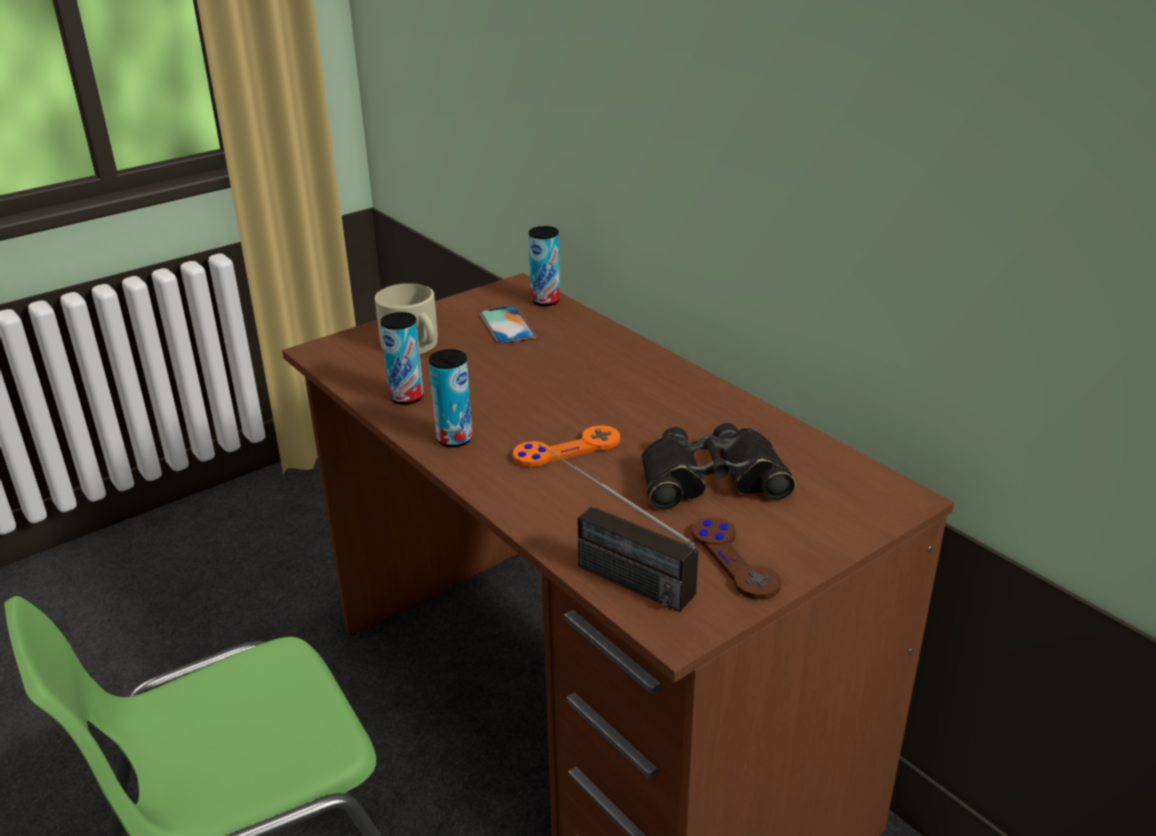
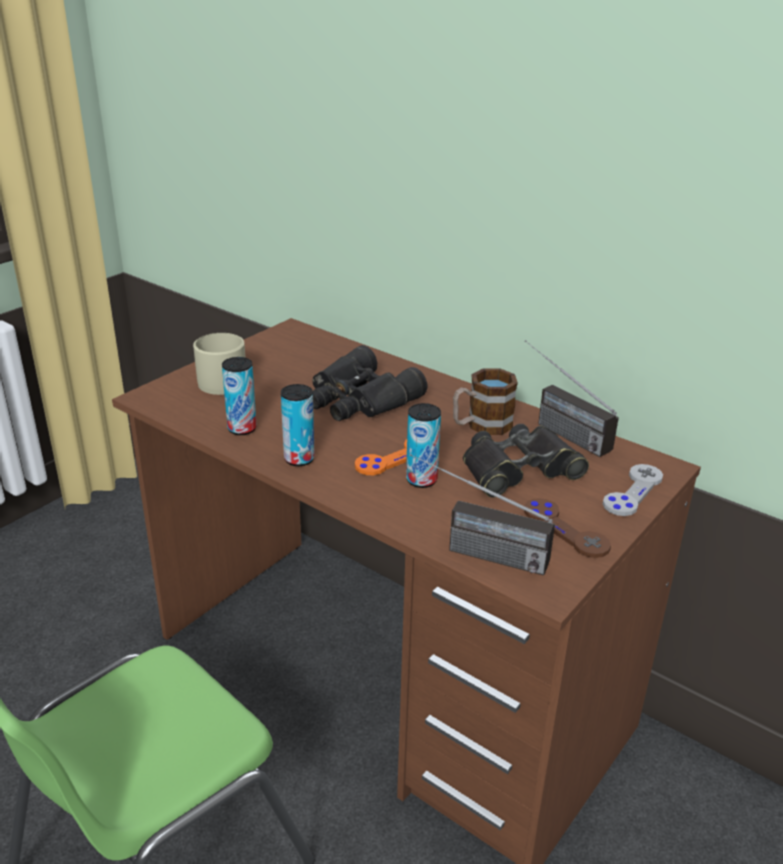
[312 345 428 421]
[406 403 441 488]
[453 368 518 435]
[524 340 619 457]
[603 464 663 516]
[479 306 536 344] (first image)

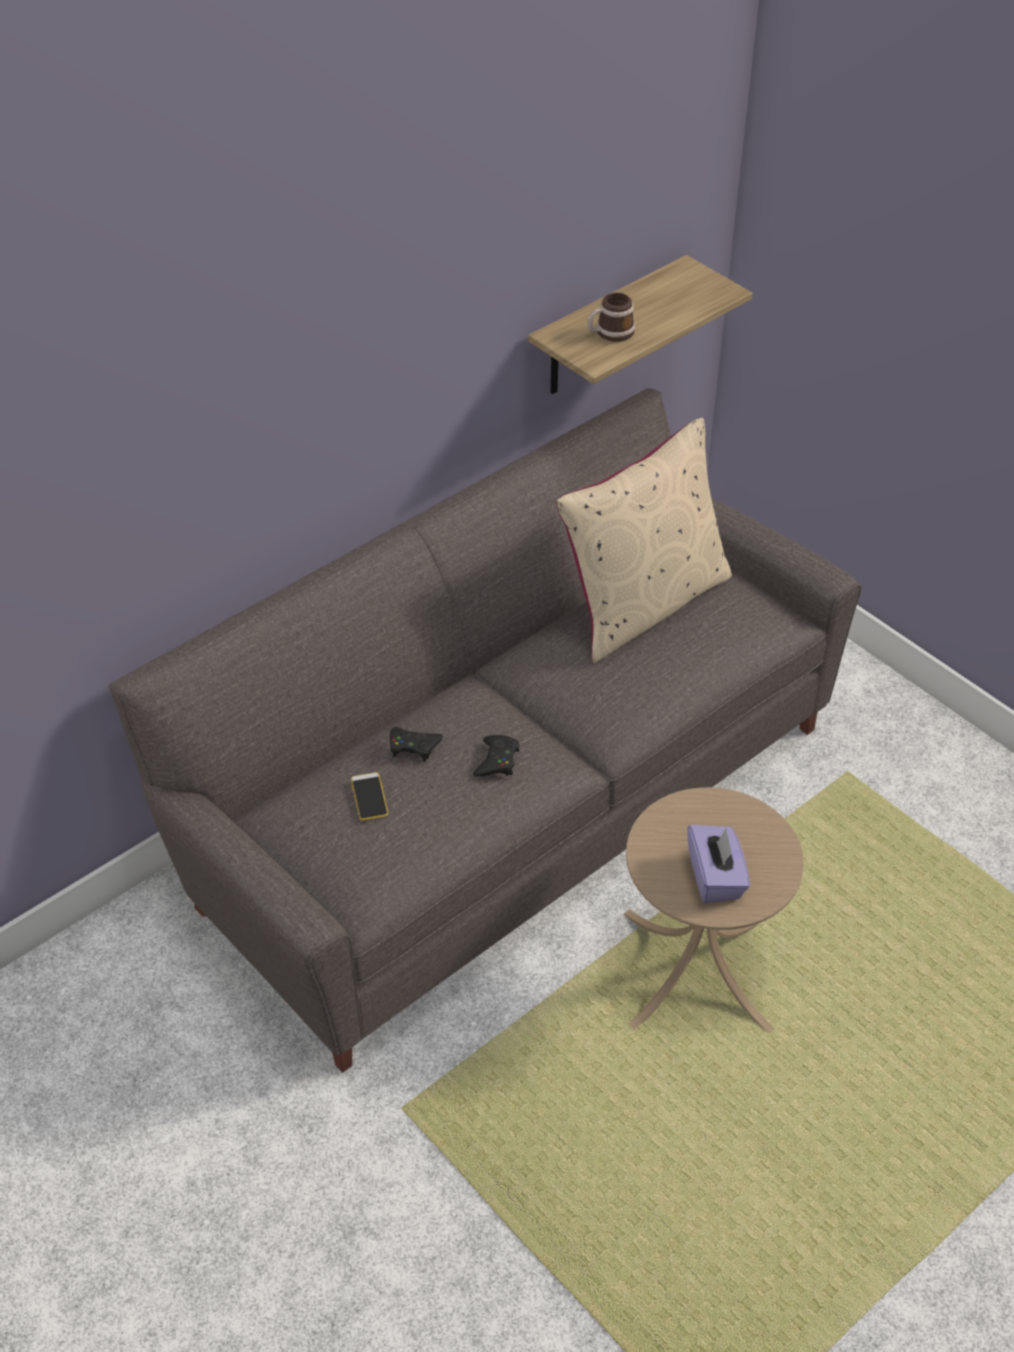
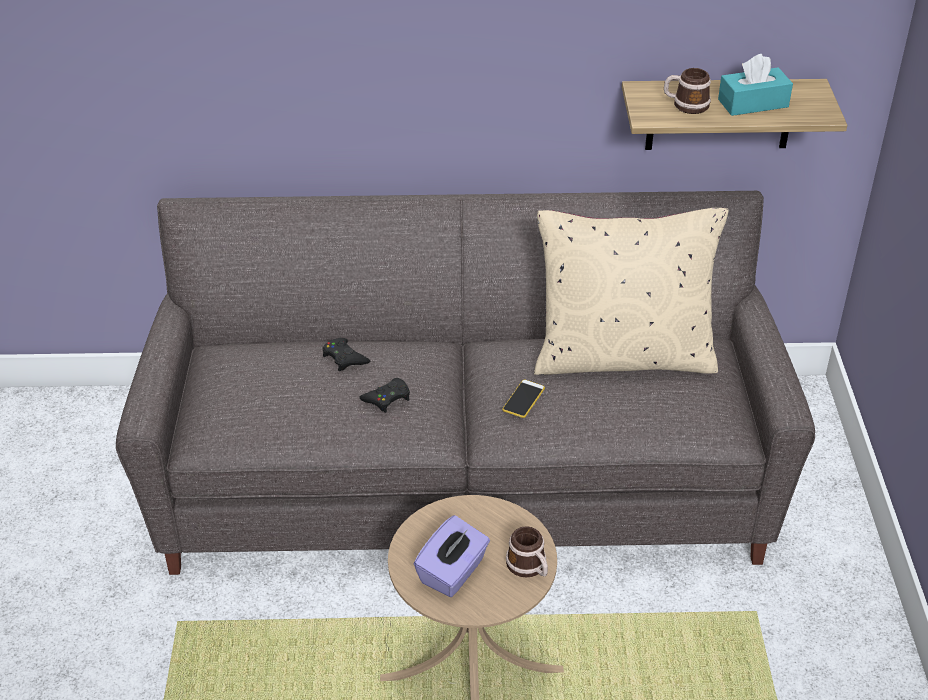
[502 379 545 418]
[506 526 548 578]
[718 54 793 116]

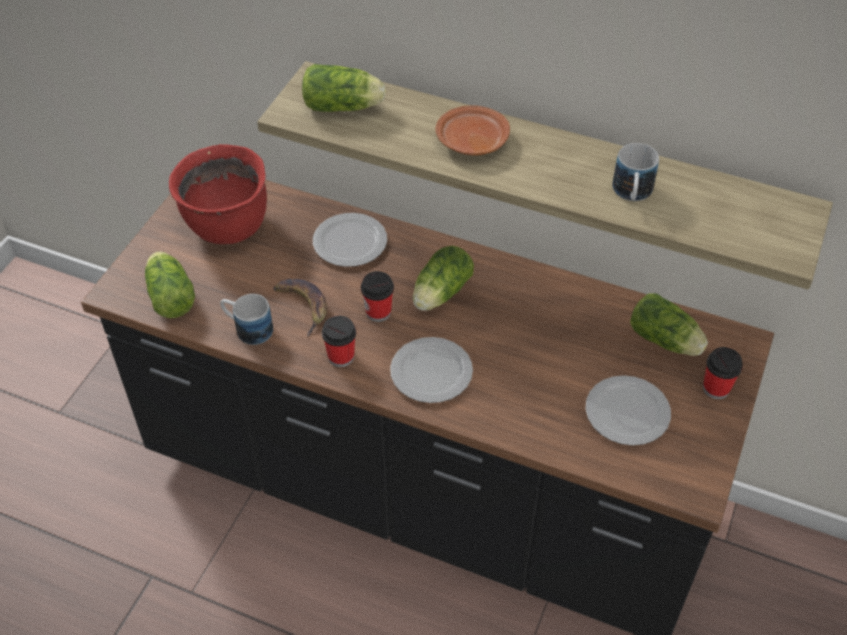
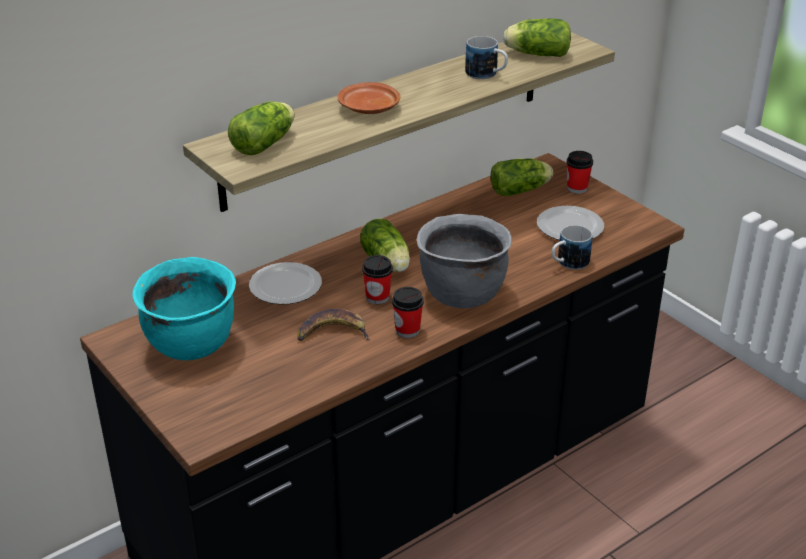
[133 257 236 360]
[417 214 512 308]
[503 18 571 57]
[552 225 593 270]

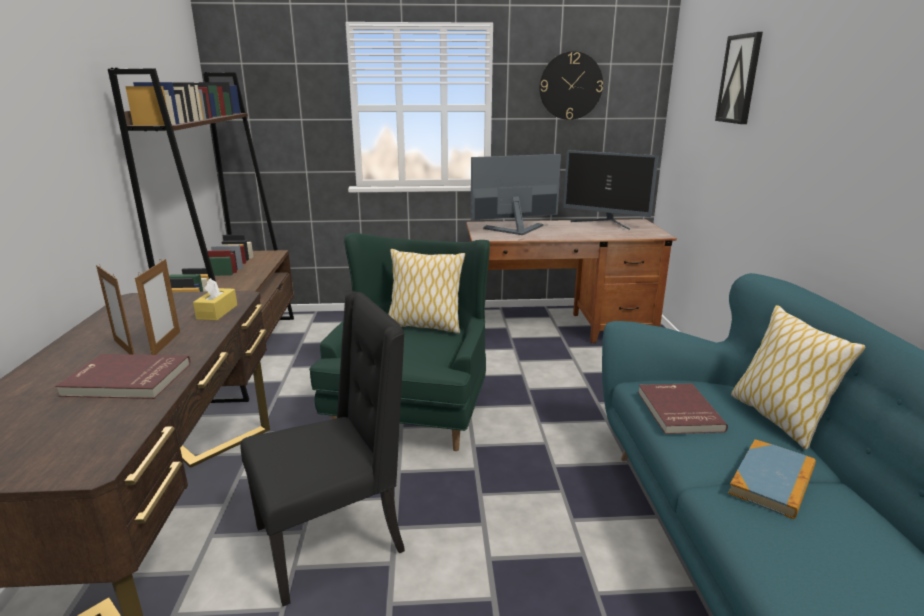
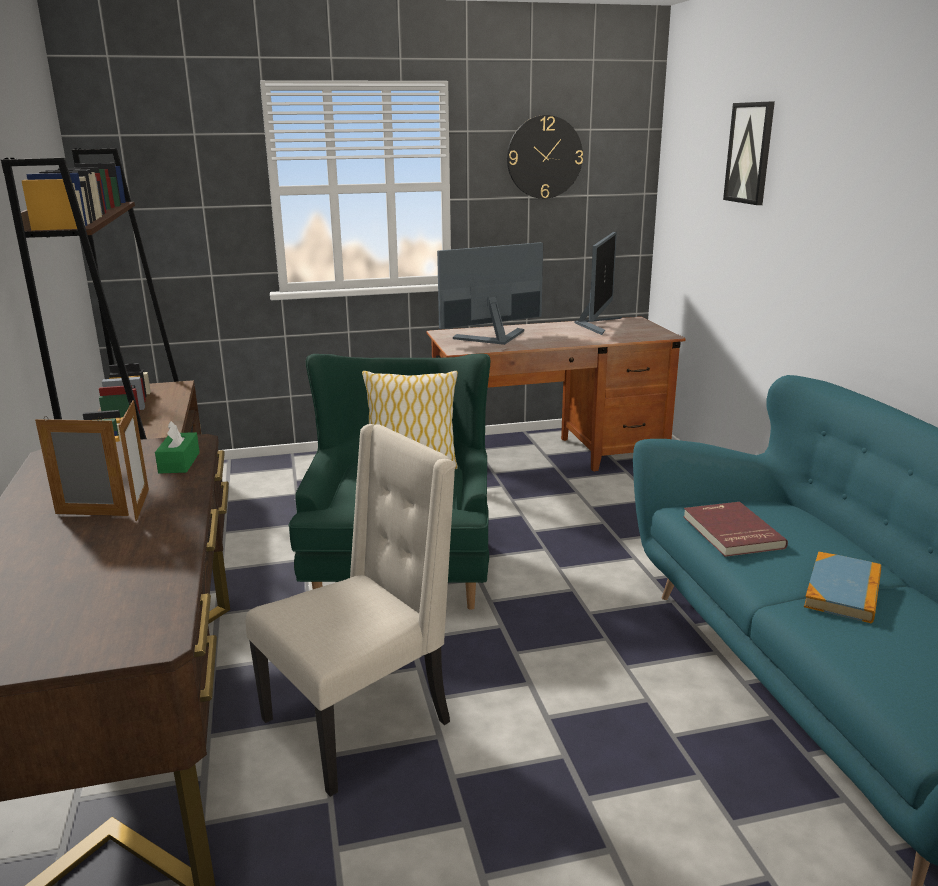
[35 416 129 516]
[155 421 200 473]
[246 424 455 797]
[575 232 622 335]
[55 354 191 399] (first image)
[731 305 865 449] (first image)

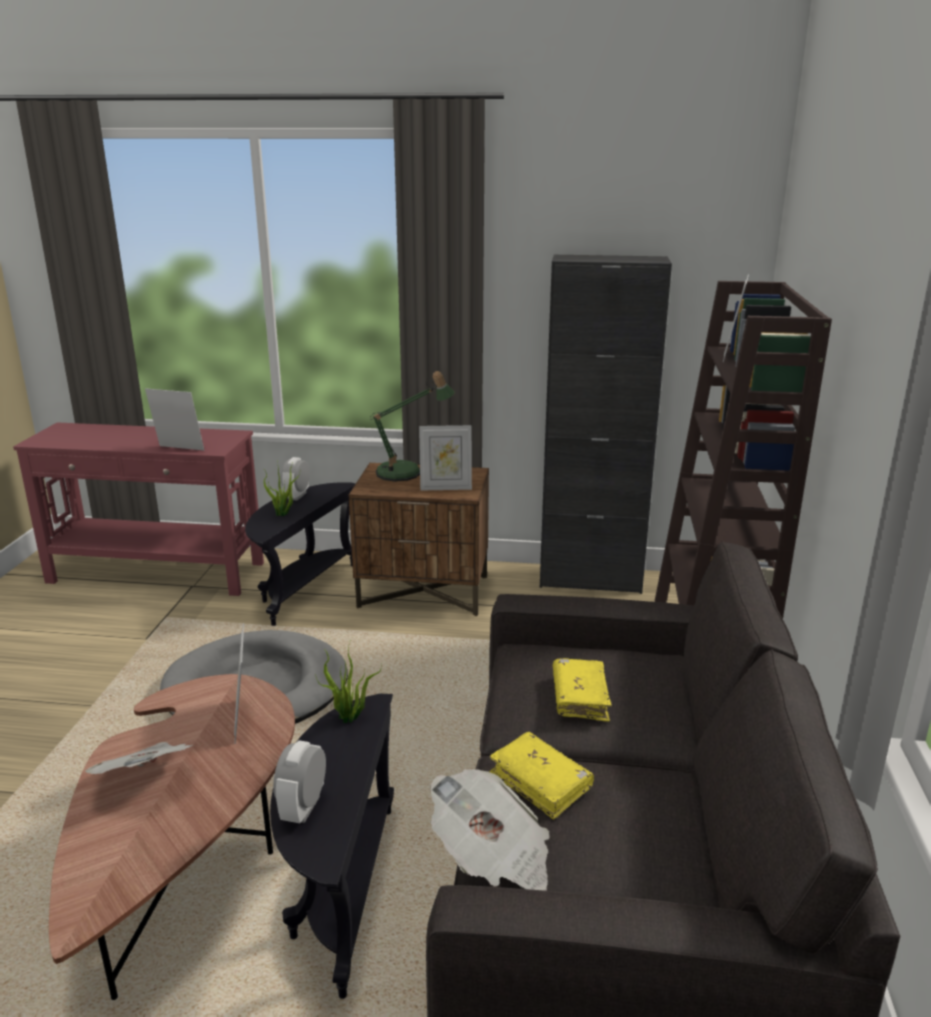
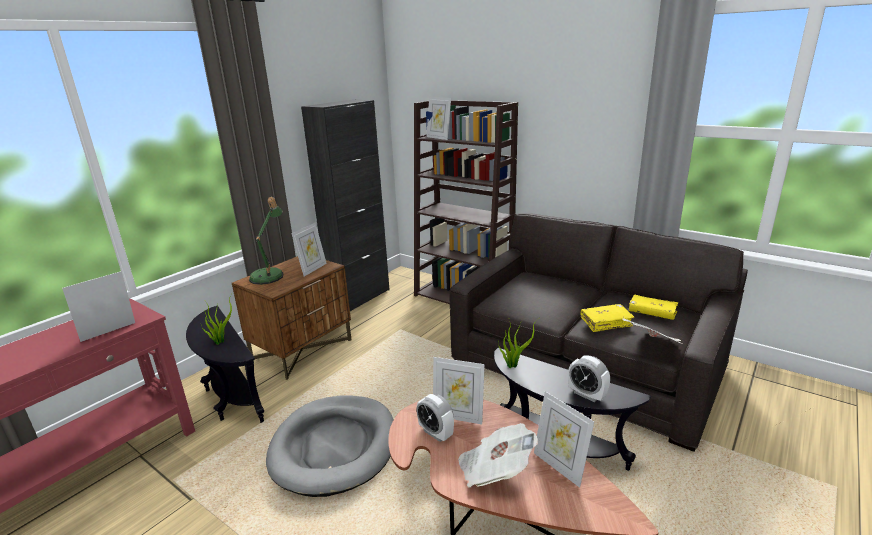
[417 394 454 442]
[534 391 594 488]
[629 295 678 320]

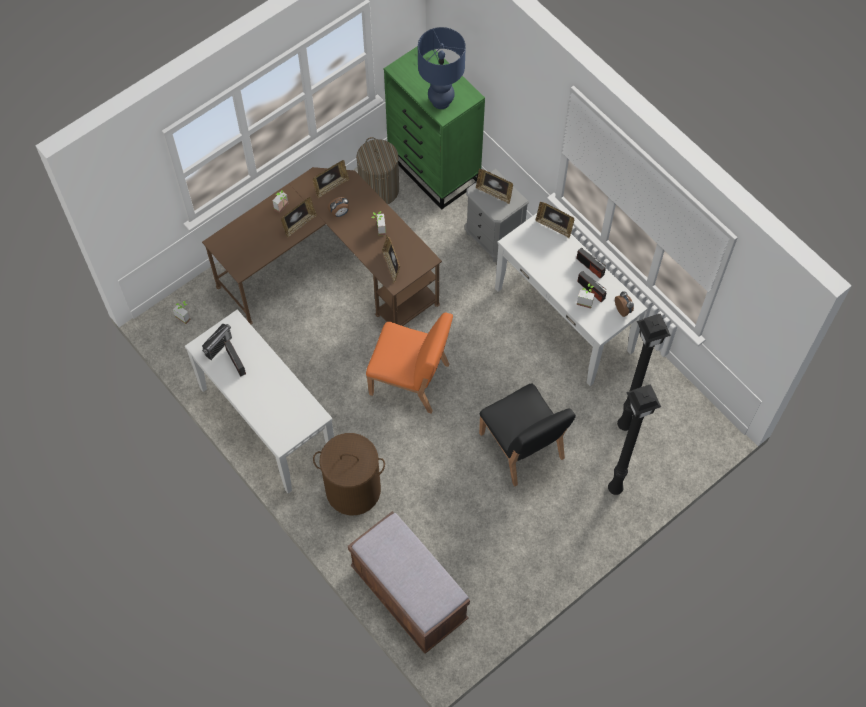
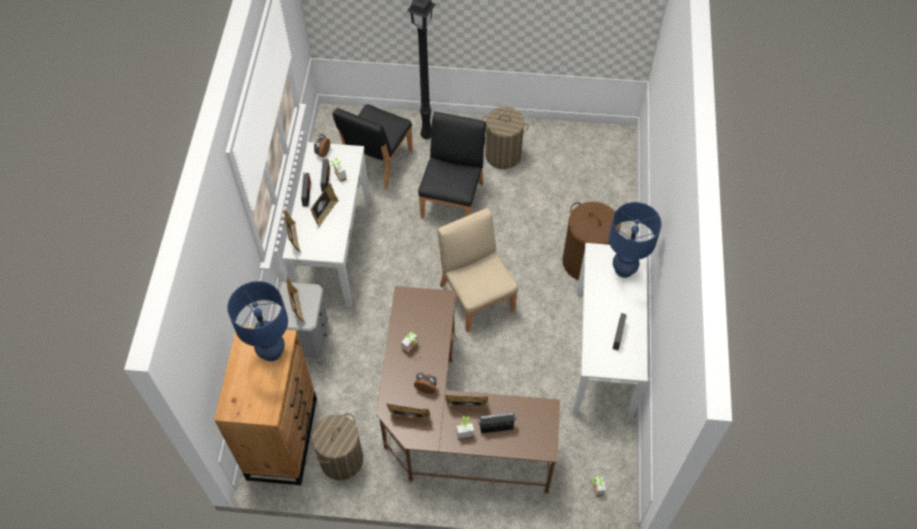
[214 326 317 485]
[310 183 339 227]
[333 104 413 190]
[437 208 518 333]
[478 412 517 433]
[482 107 529 169]
[609 202 662 278]
[348 511 470 654] (first image)

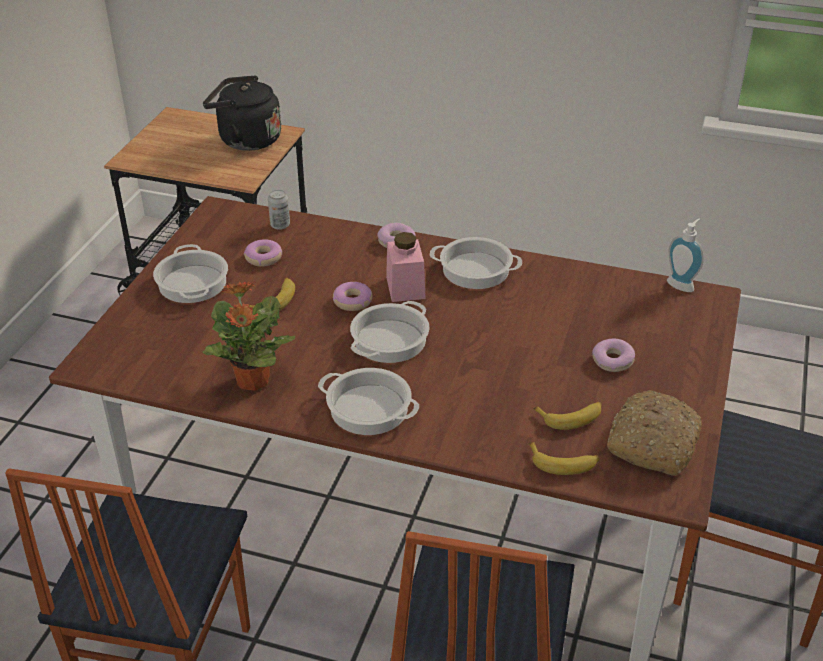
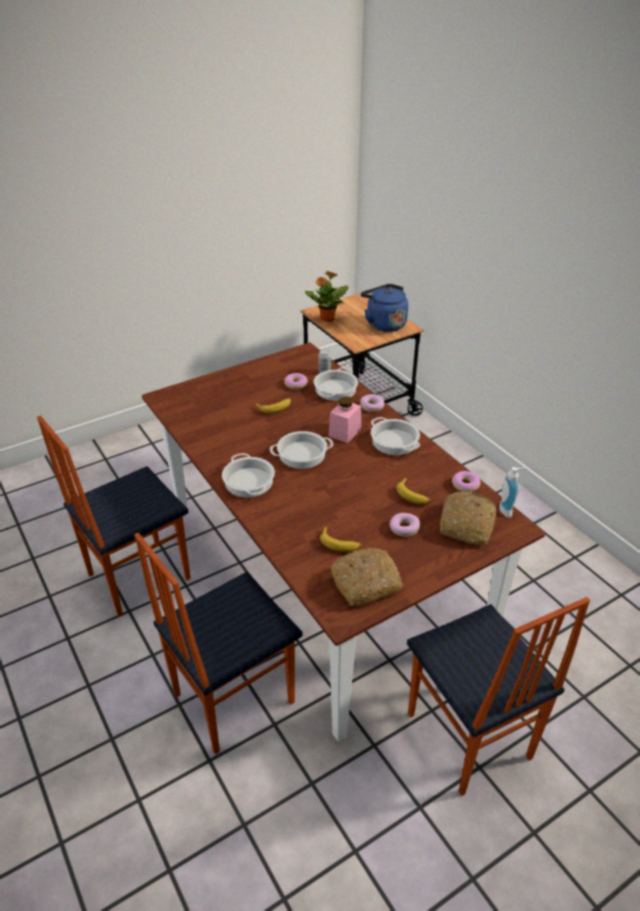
[305 270 348 322]
[314 367 358 401]
[361 284 408 332]
[396 477 431 504]
[440 492 497 545]
[452 471 481 492]

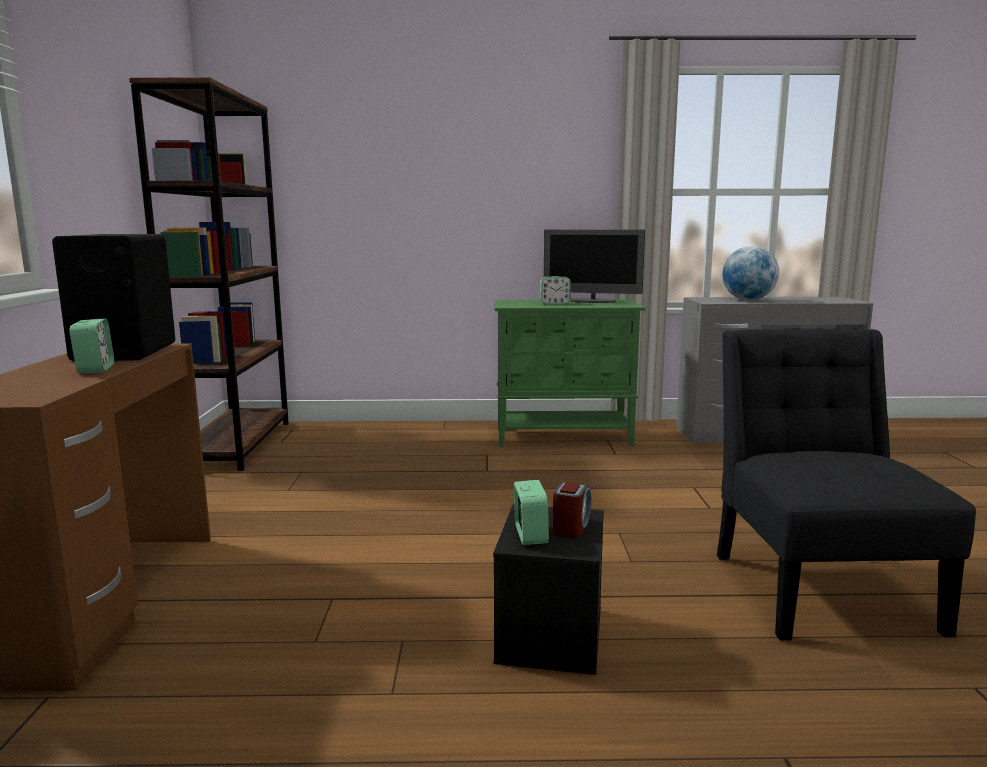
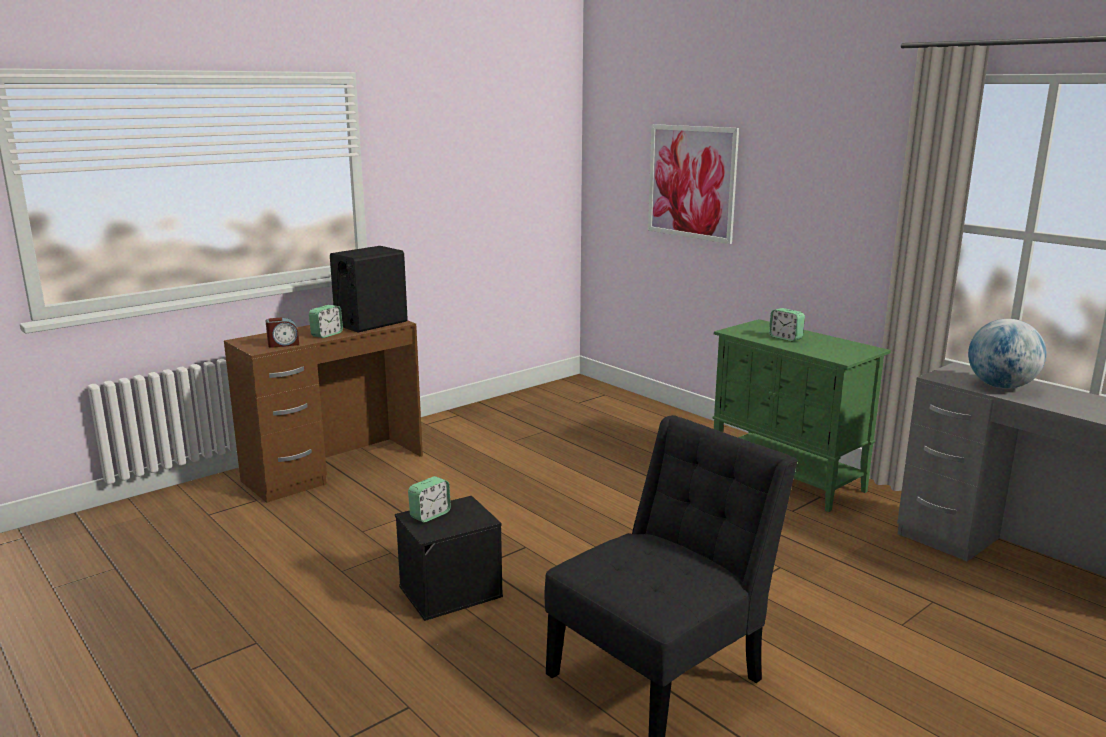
[265 317 299 348]
[648 124 739 244]
[129 77 289 471] (first image)
[544 229 645 303] (first image)

